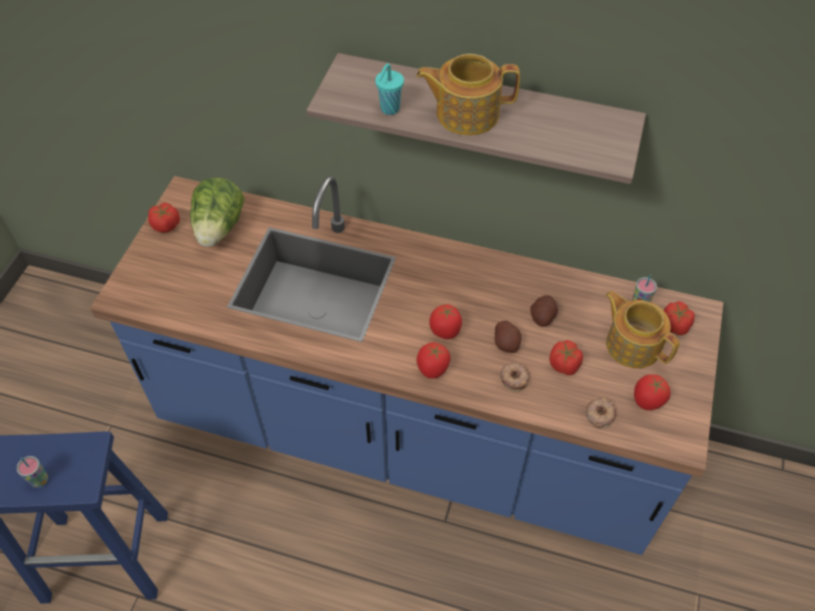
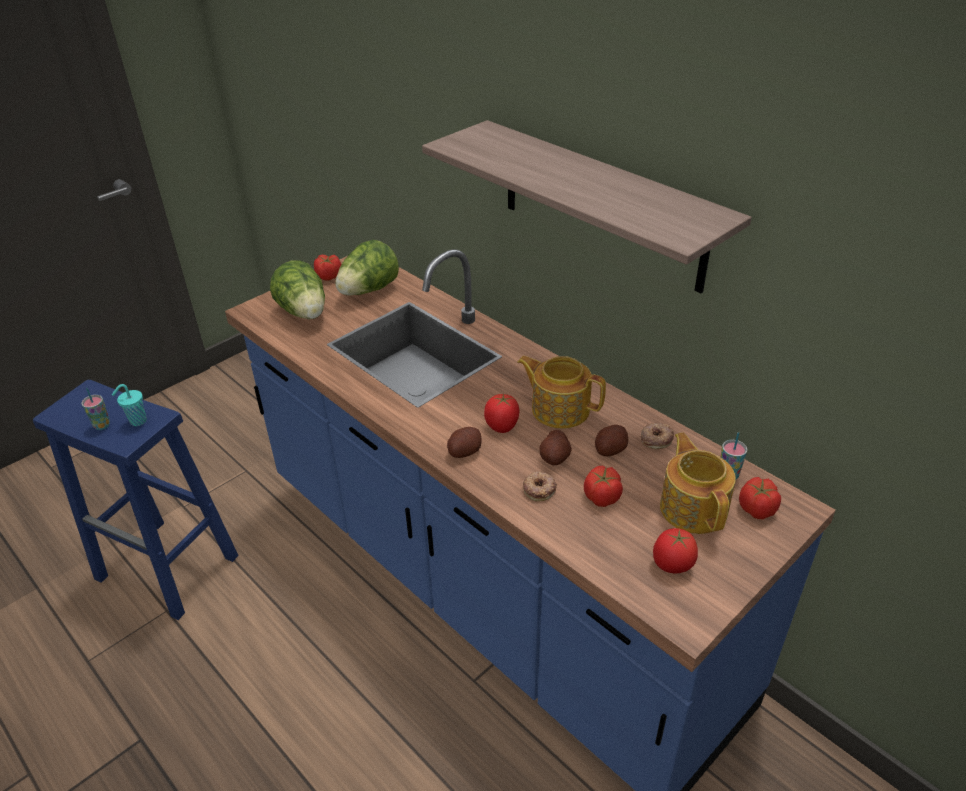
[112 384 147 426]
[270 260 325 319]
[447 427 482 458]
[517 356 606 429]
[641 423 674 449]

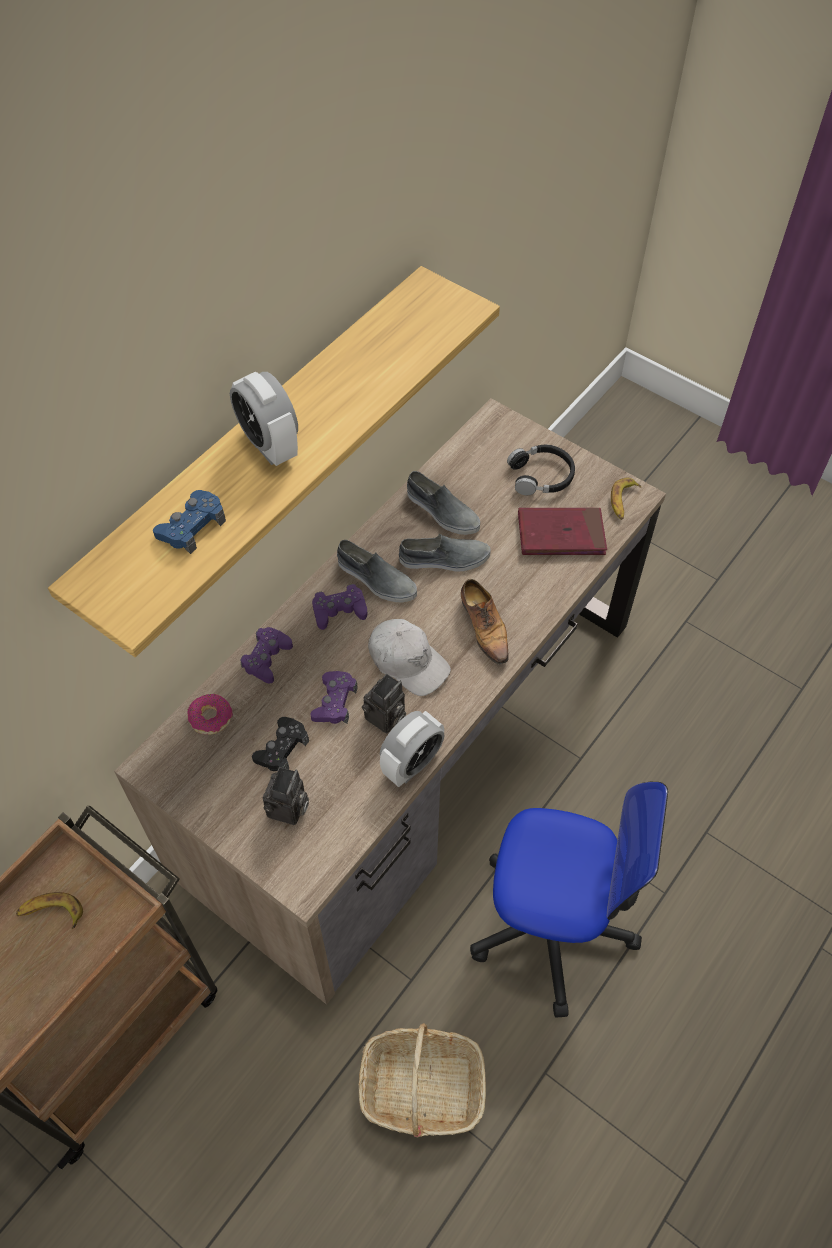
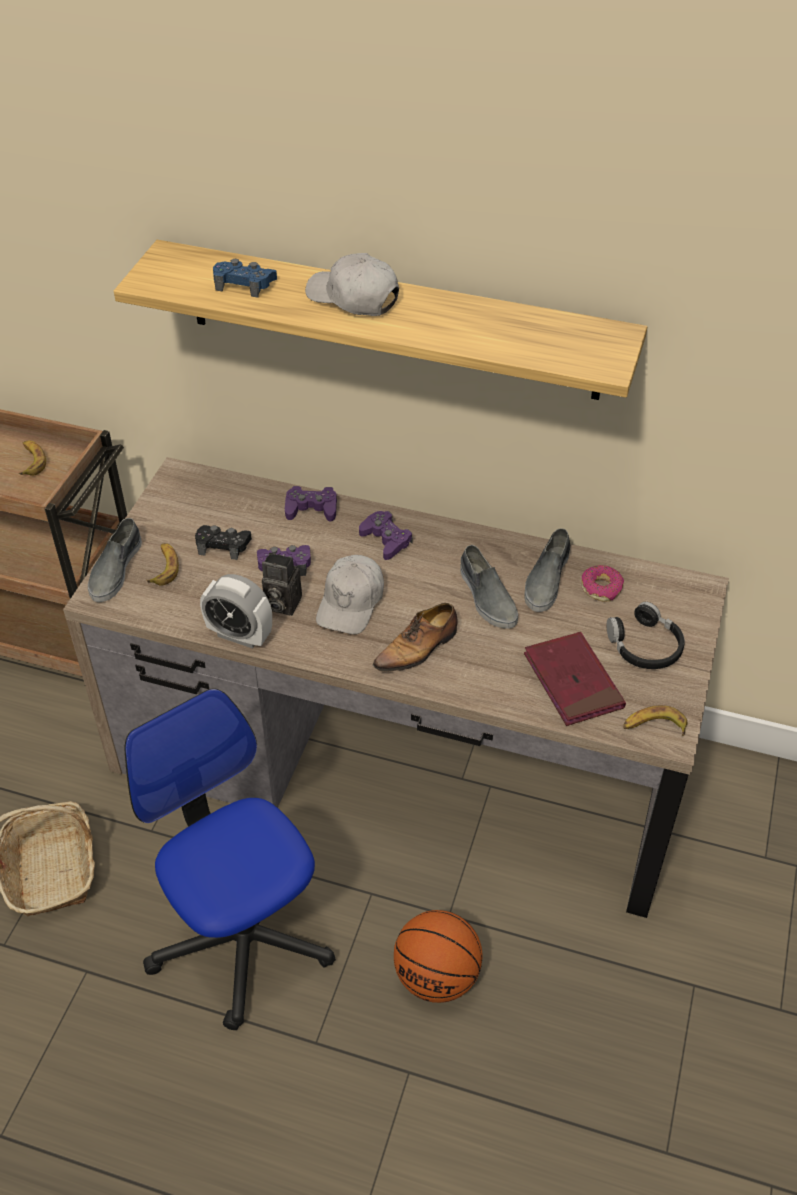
[88 518 142 602]
[124 688 336 1030]
[146 543 179 586]
[305 253 399 316]
[394 910 483 1003]
[581 565 624 602]

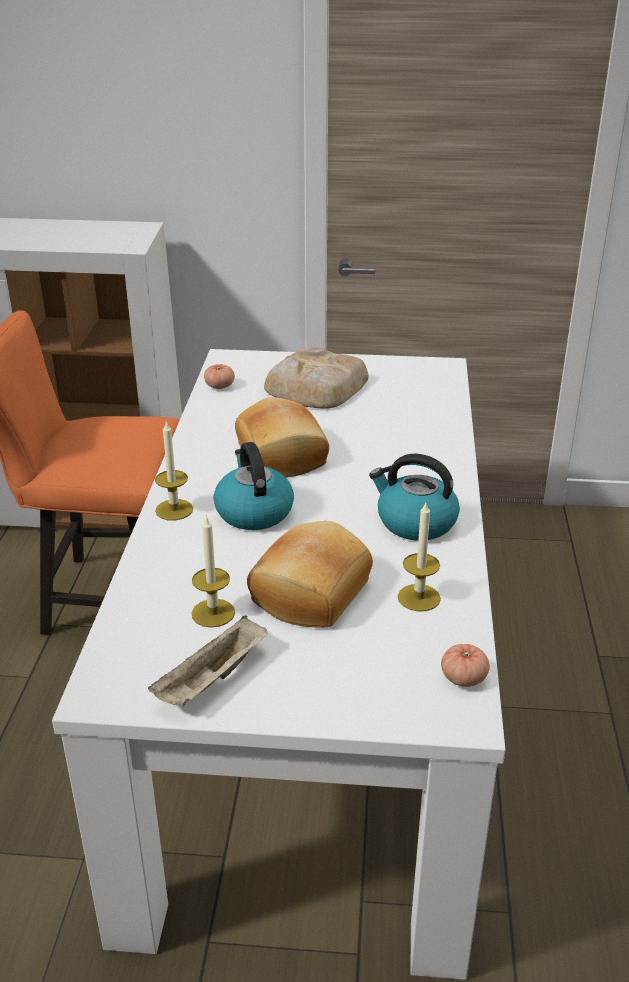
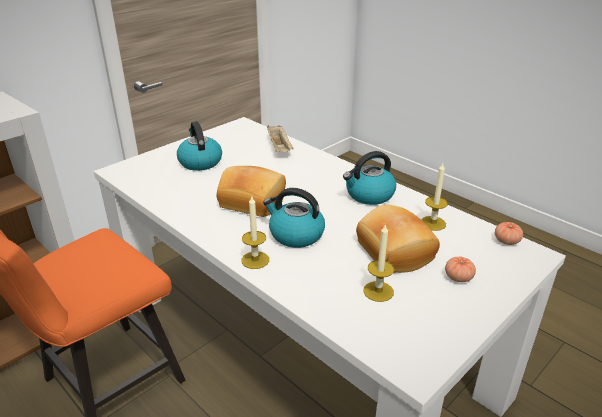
[177 121 222 171]
[267 125 293 152]
[445 256 476 282]

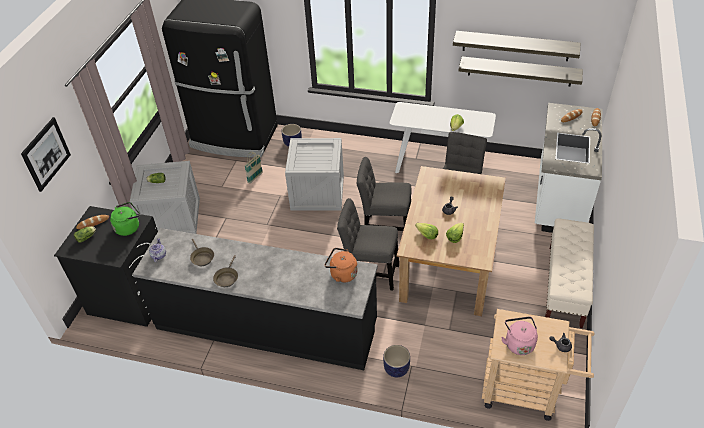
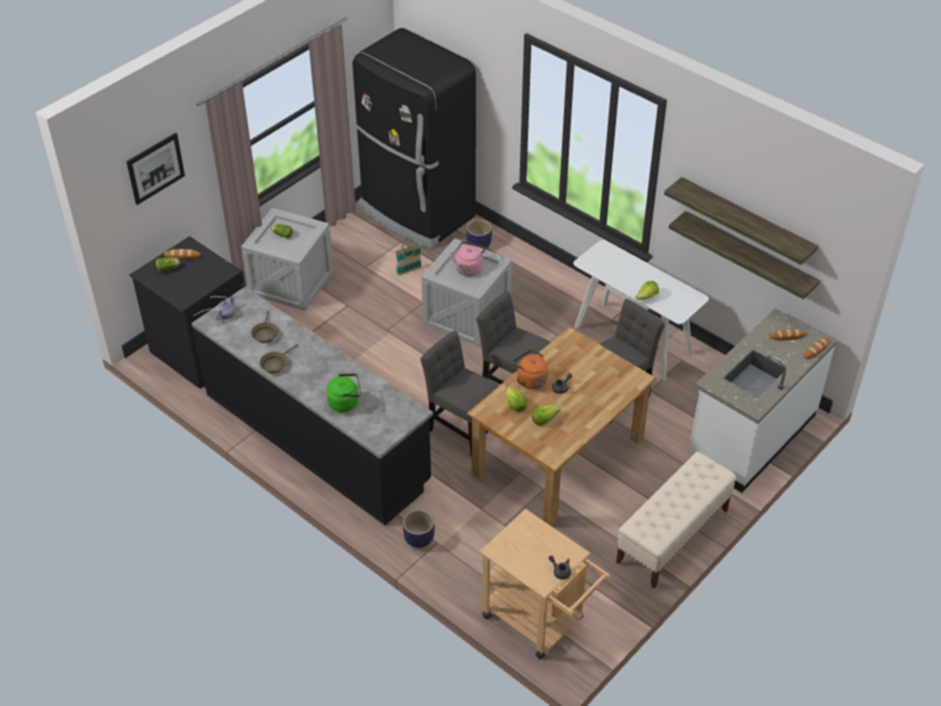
[326 374 361 412]
[450 241 486 276]
[512 349 548 389]

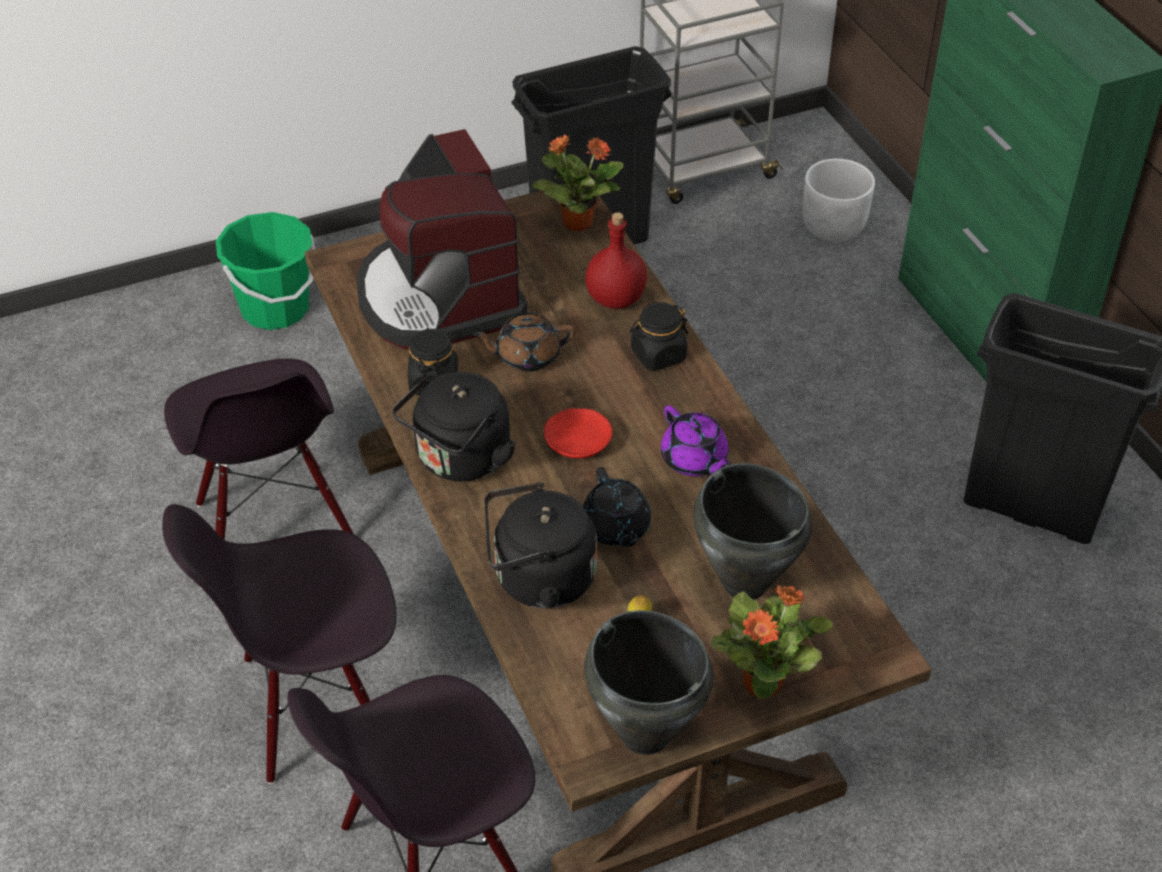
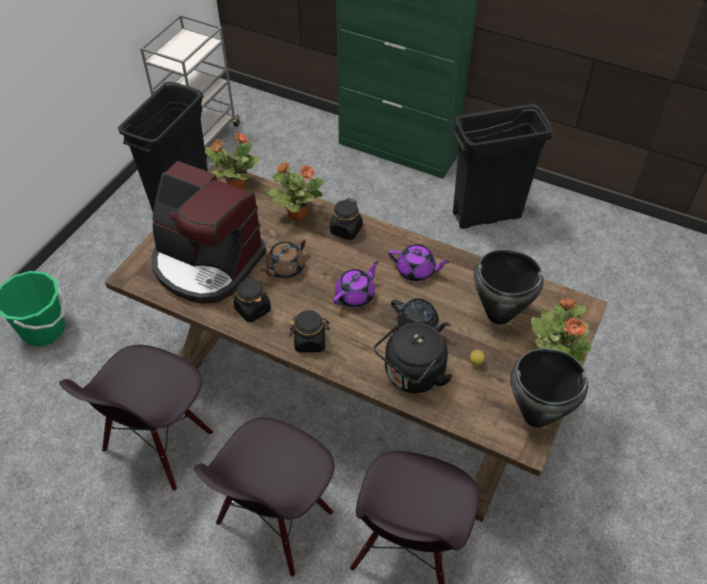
[59 345 213 491]
[267 162 325 220]
[290 310 330 353]
[333 261 379 307]
[803 159 875 242] (first image)

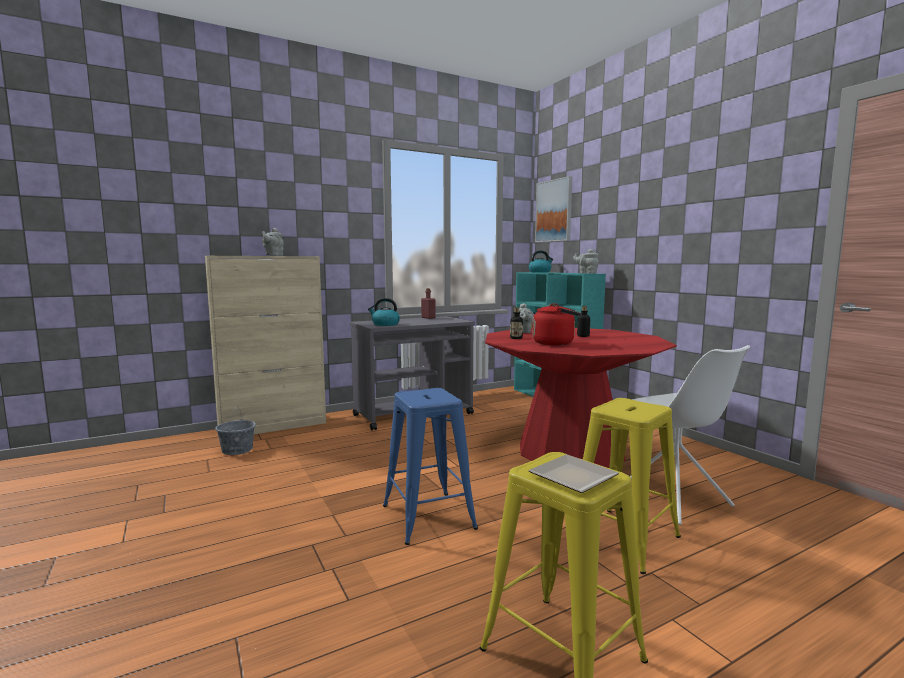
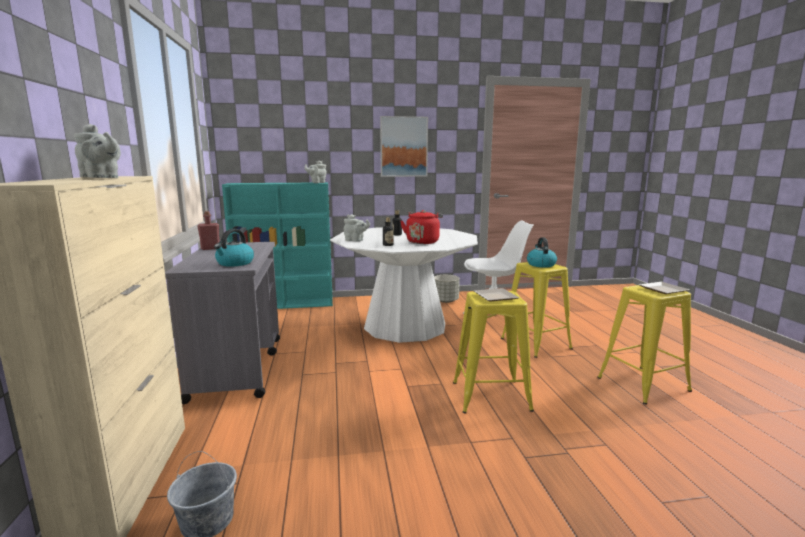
[330 227 478 343]
[380 116 428 177]
[434 275 460 303]
[453 291 534 414]
[474 288 519 302]
[527 238 557 268]

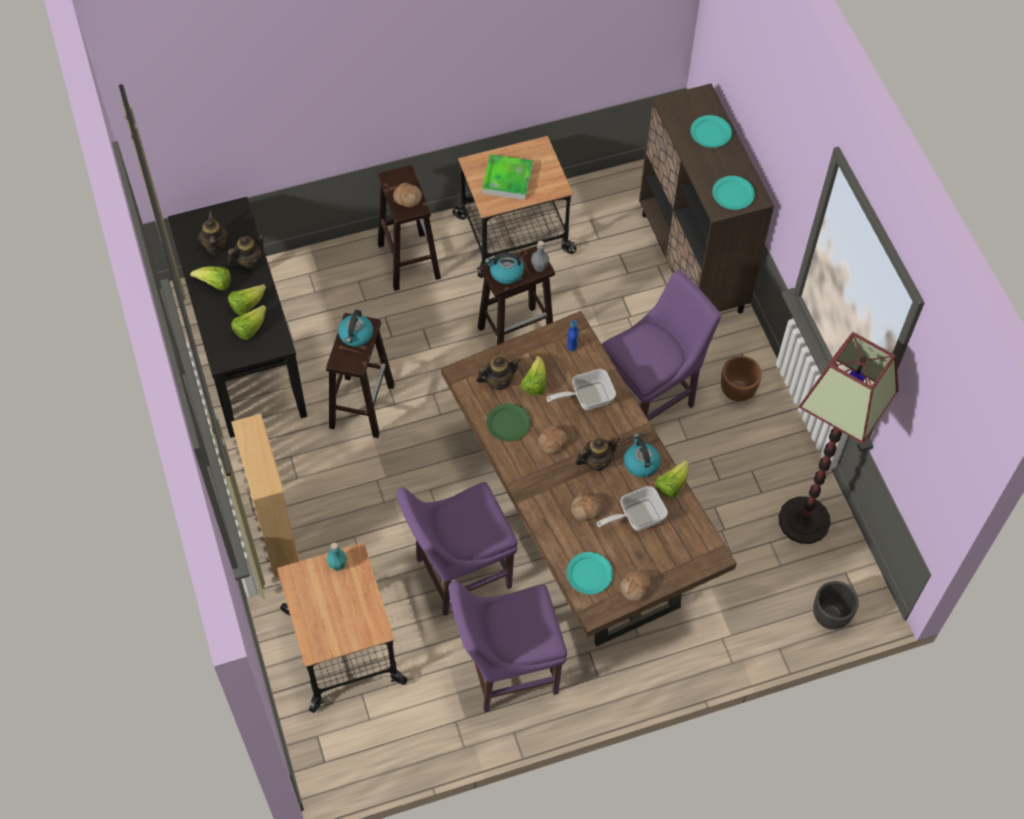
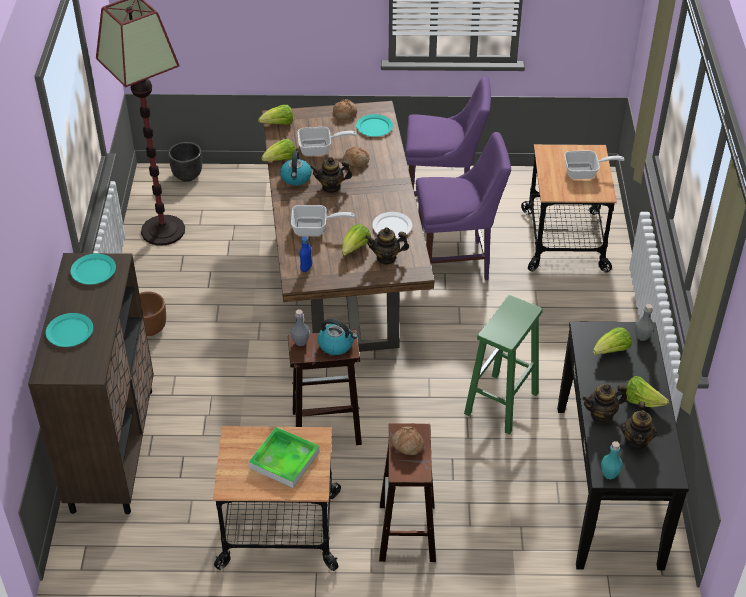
[258 105 293 125]
[372 212 412 238]
[464 295 543 435]
[564 150 625 179]
[601 441 623 479]
[635 304 655 341]
[231 414 300 578] (first image)
[338 310 373 347] (first image)
[538 426 567 455] (first image)
[602 270 721 421] (first image)

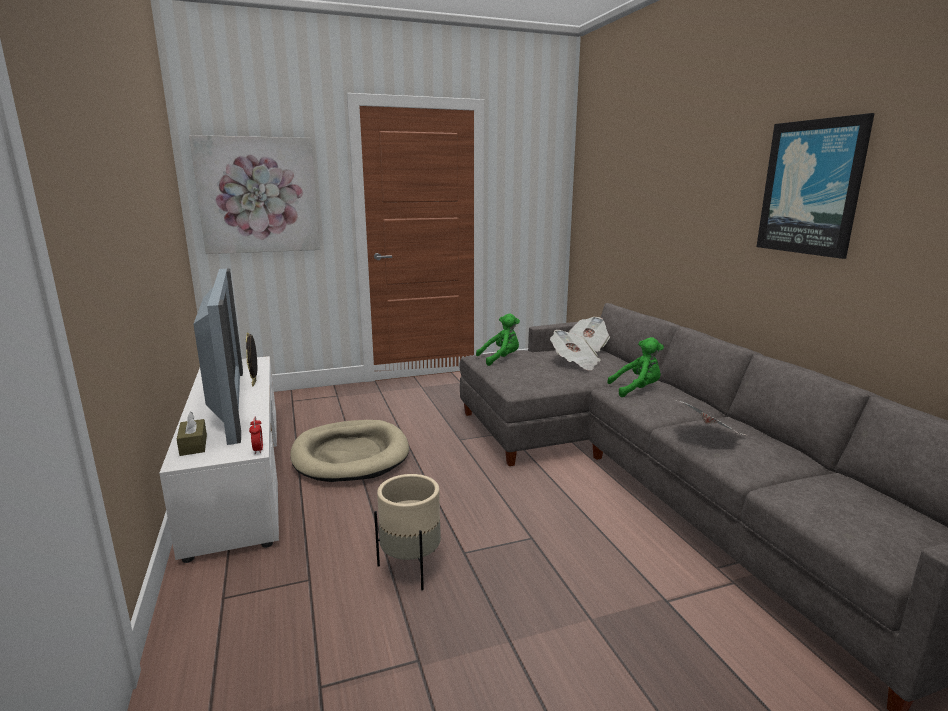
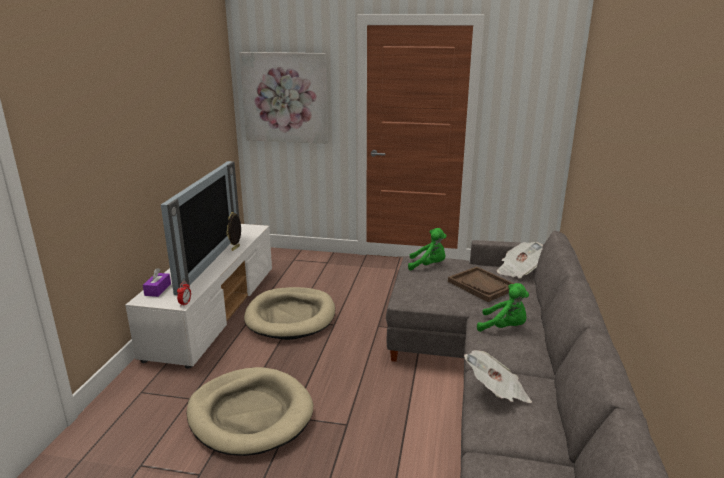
[143 268 171 297]
[186 367 313 456]
[448 267 514 302]
[756 113 875 259] (first image)

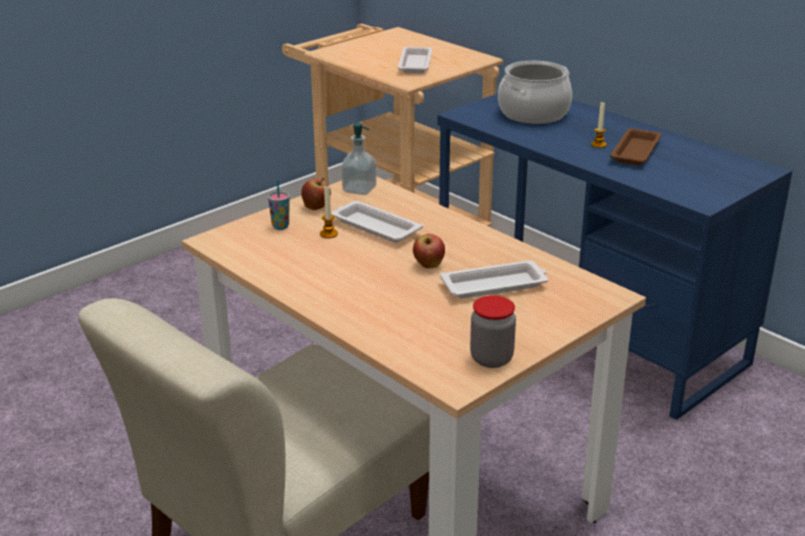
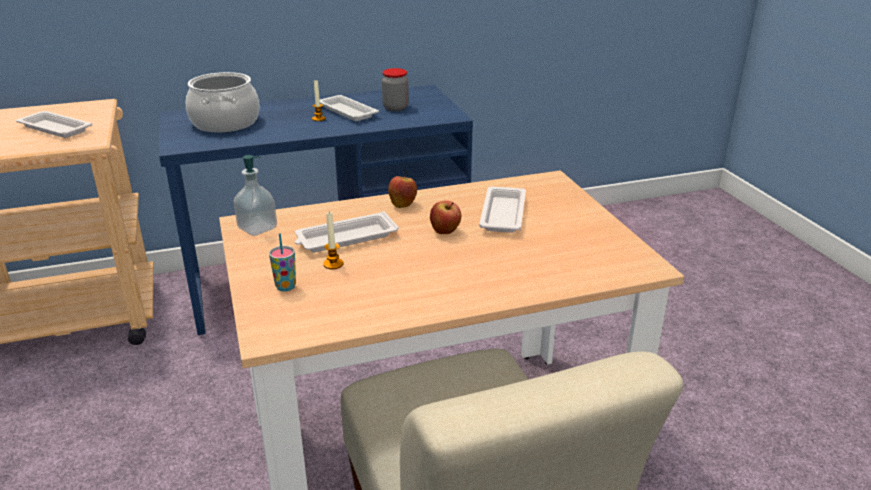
[320 95 379 121]
[382 68 409 111]
[388 171 417 208]

